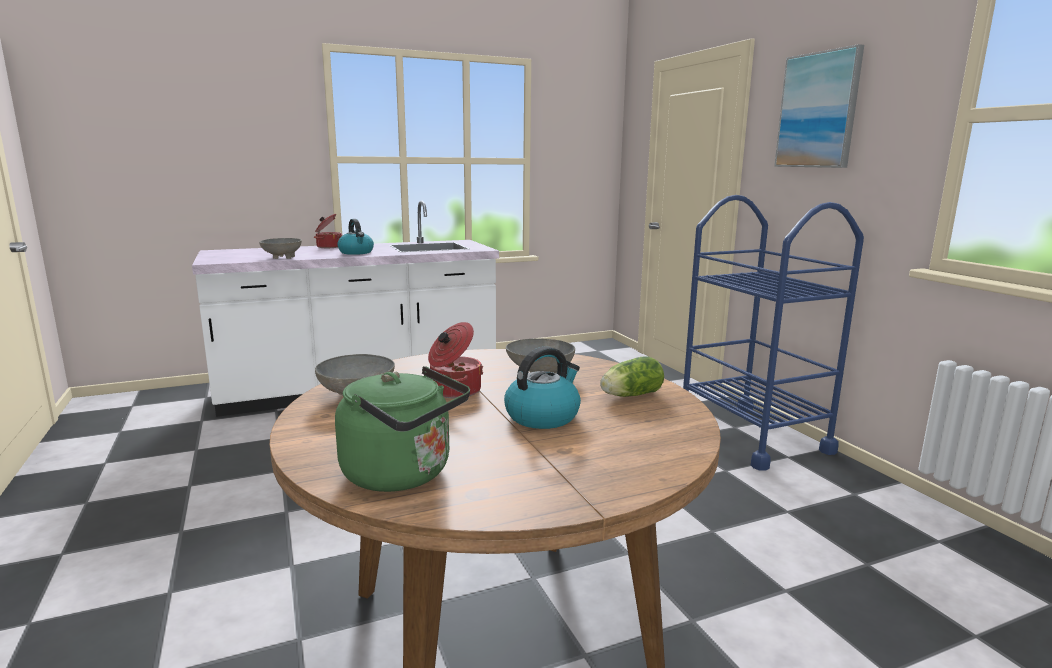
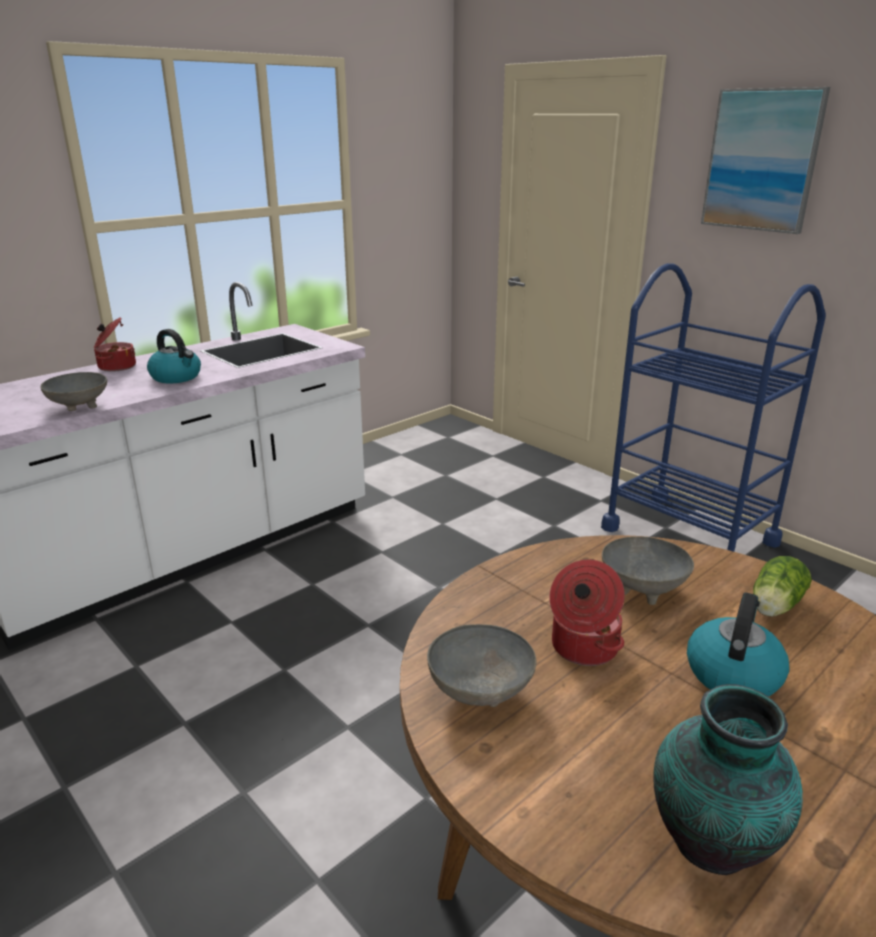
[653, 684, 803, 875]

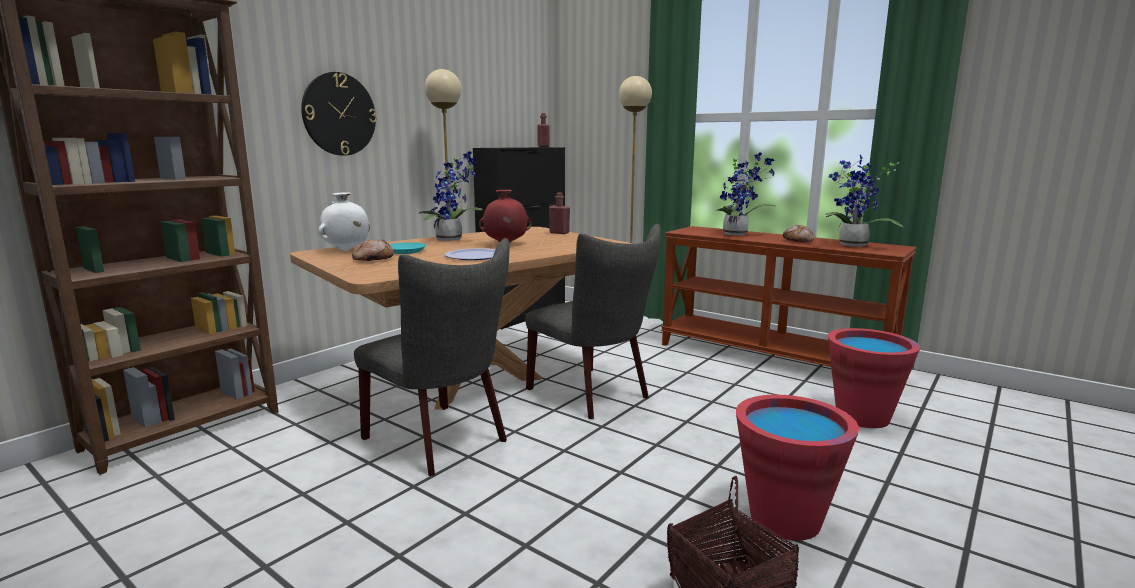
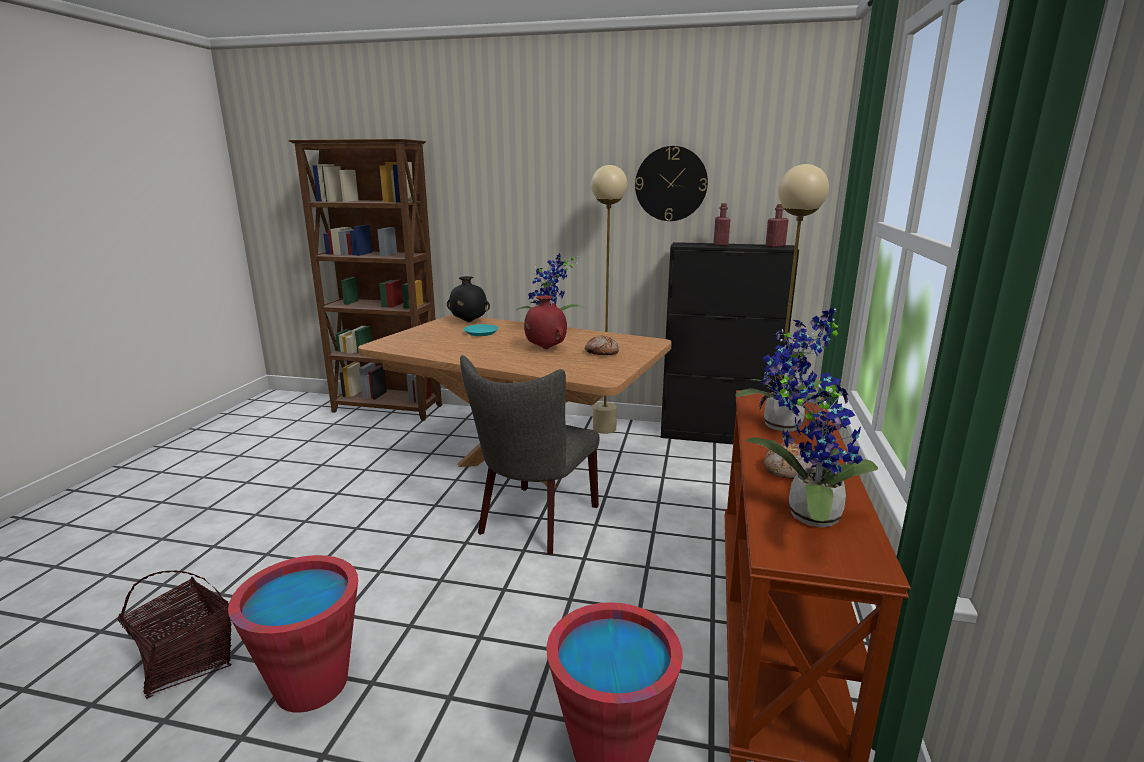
[354, 238, 509, 476] (first image)
[445, 248, 495, 260] (first image)
[635, 146, 708, 221]
[585, 336, 619, 355]
[714, 203, 730, 246]
[447, 276, 490, 322]

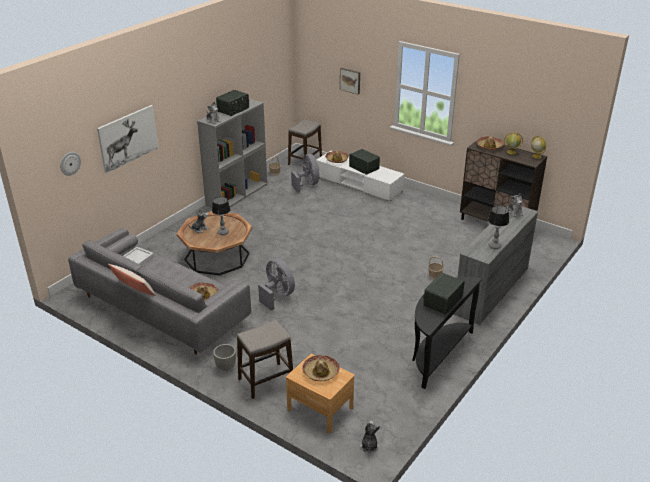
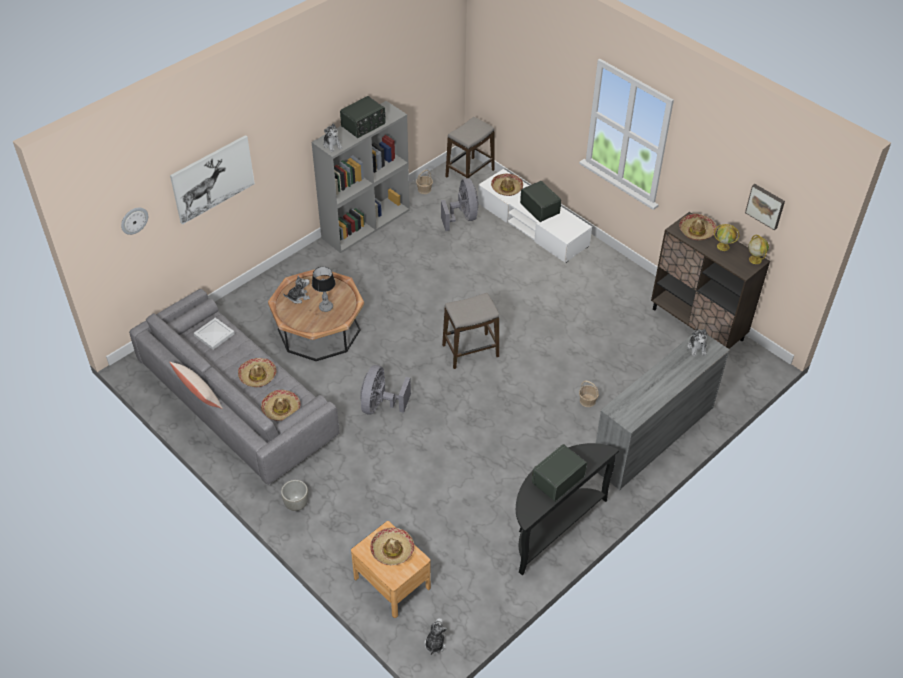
[488, 206, 509, 249] (first image)
[238, 358, 277, 387]
[442, 293, 499, 369]
[745, 184, 785, 230]
[360, 365, 411, 415]

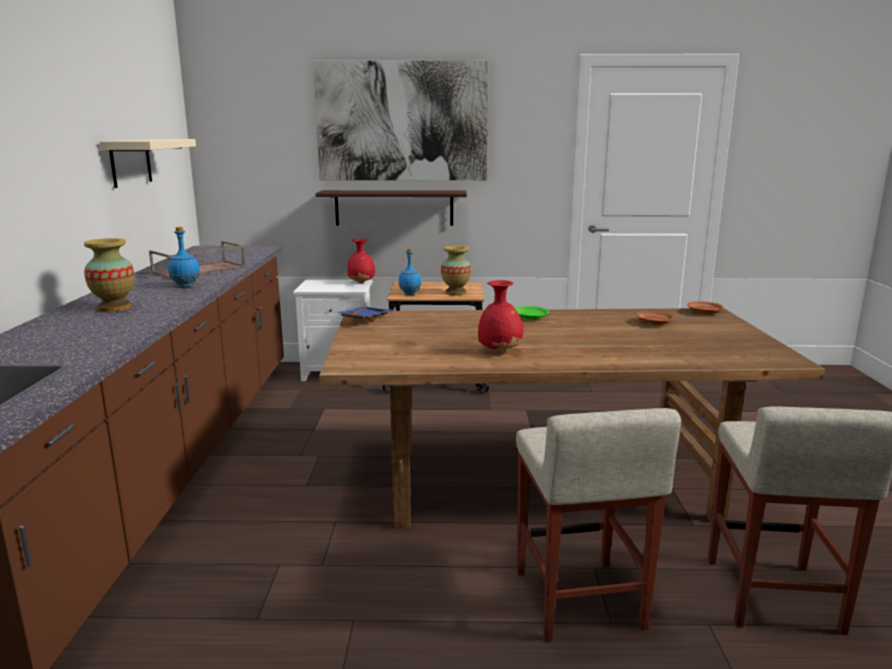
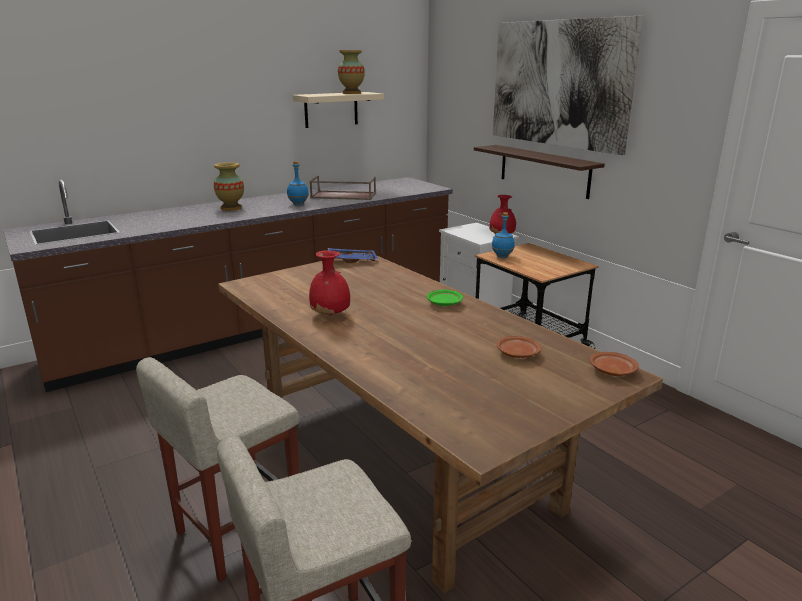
[338, 50, 365, 94]

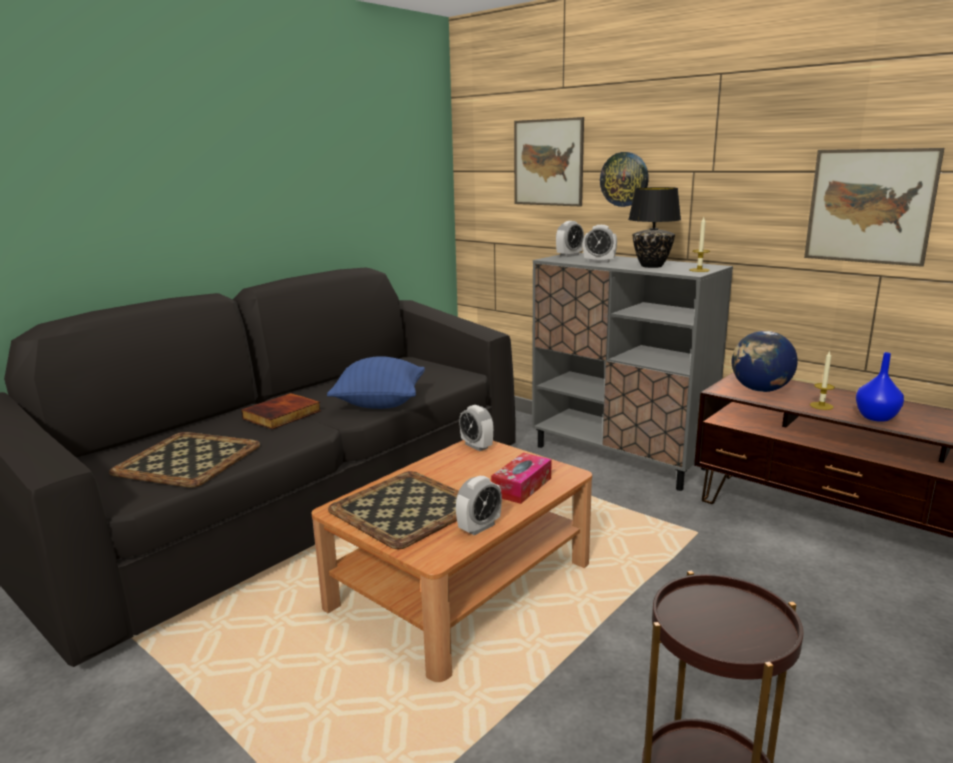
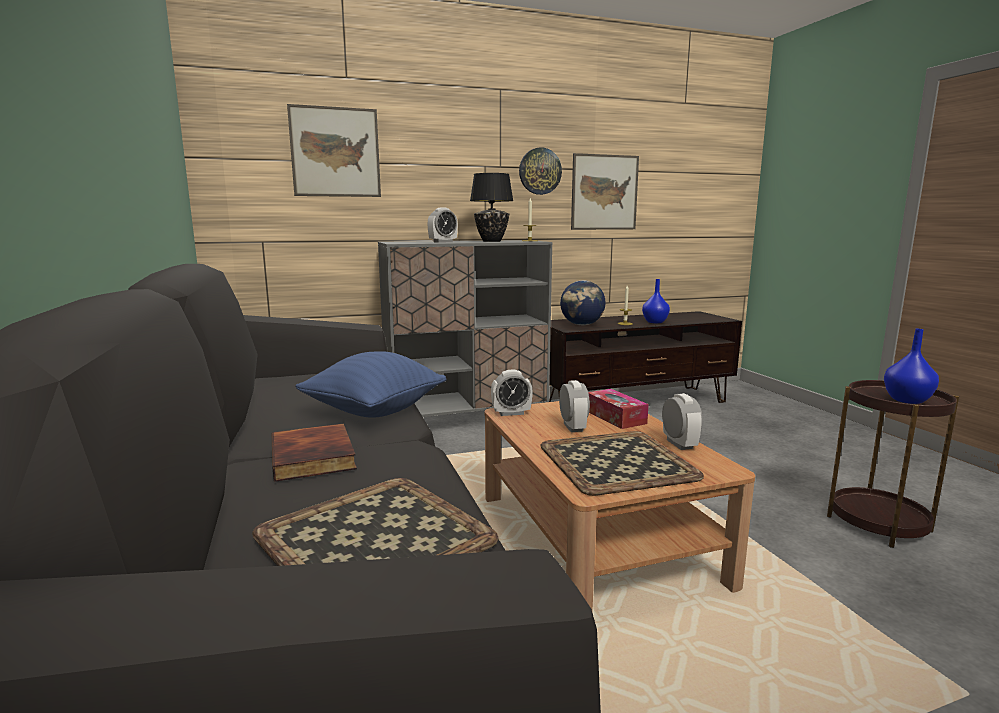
[884, 329, 939, 404]
[559, 380, 590, 432]
[519, 147, 562, 195]

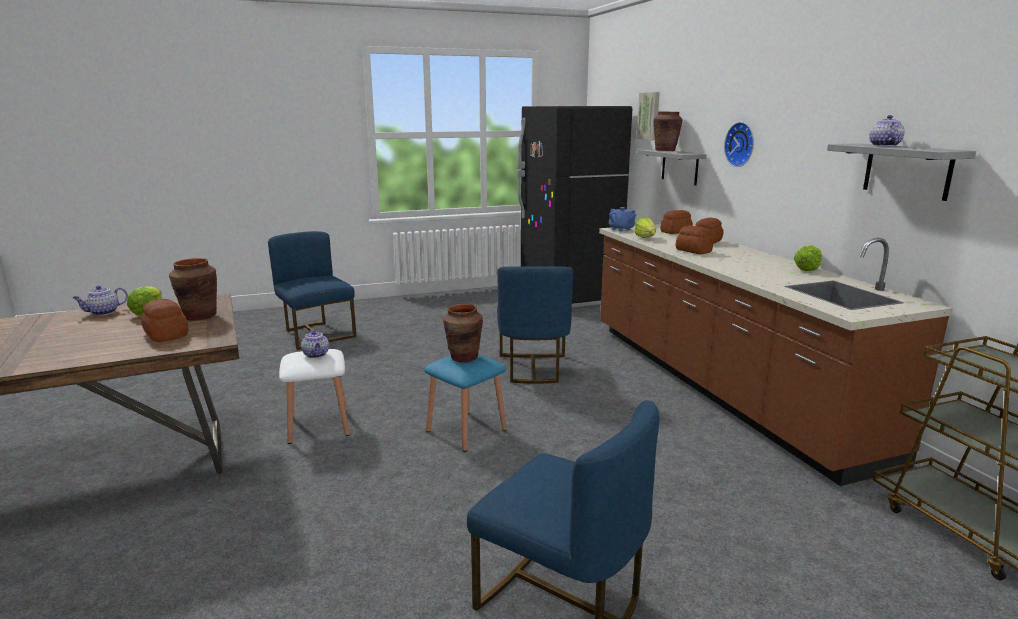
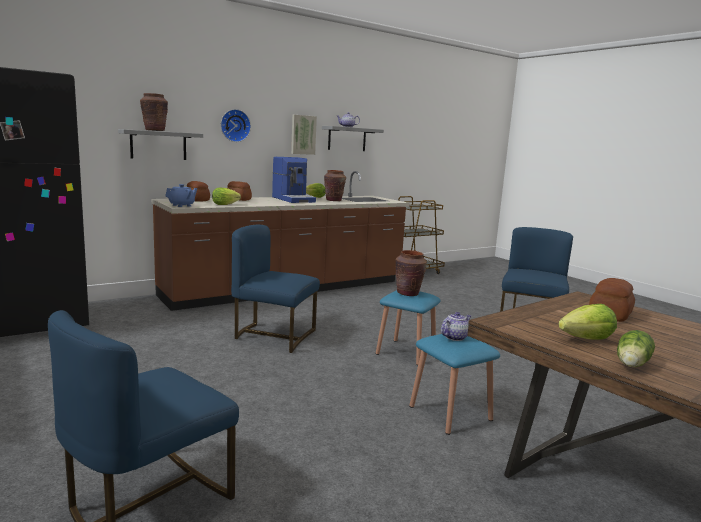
[676, 225, 713, 254] (first image)
[272, 157, 316, 203]
[324, 170, 346, 201]
[291, 115, 317, 155]
[617, 330, 655, 367]
[409, 334, 500, 435]
[231, 225, 320, 353]

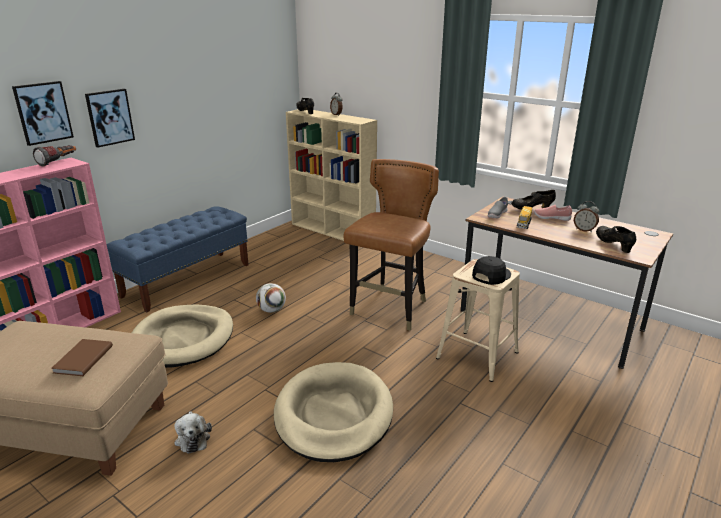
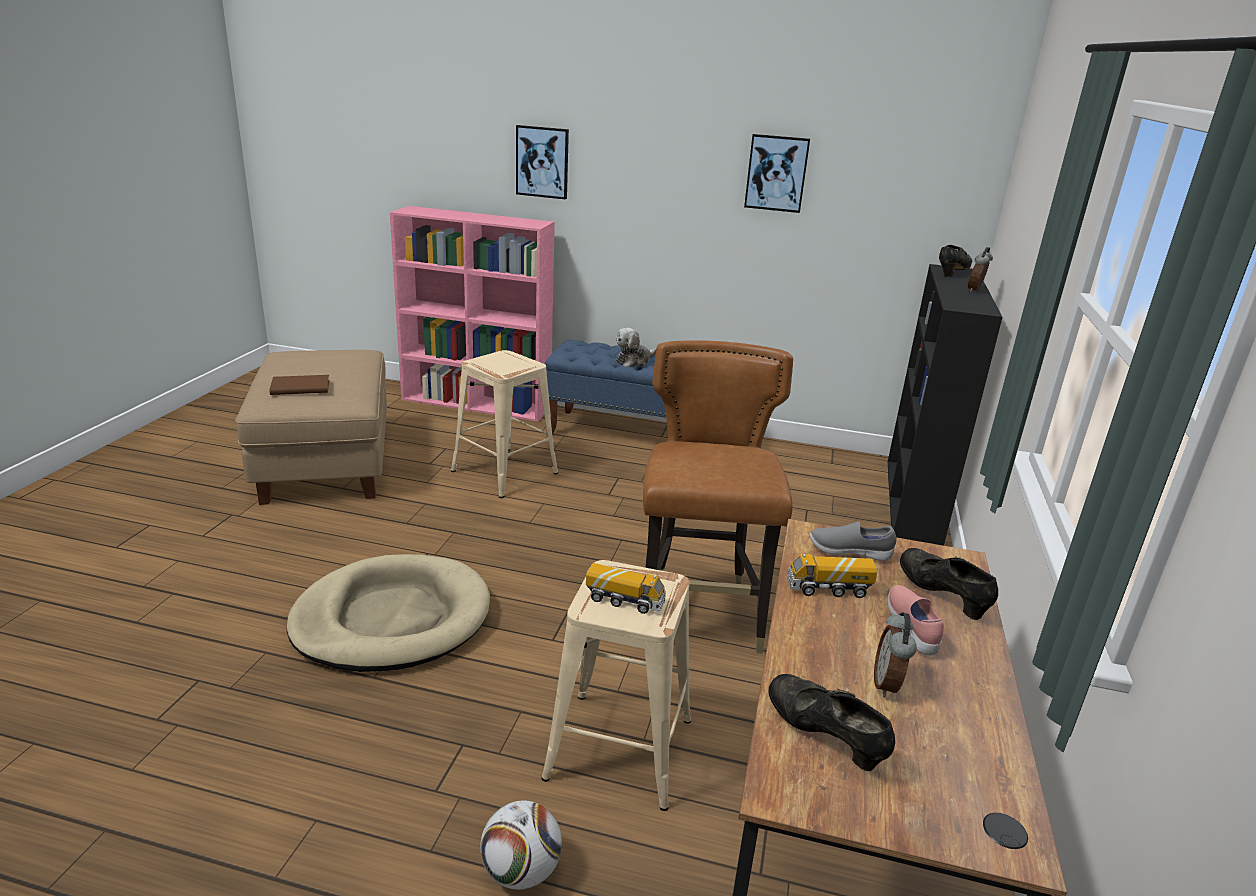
[33, 145, 76, 167] (first image)
[744, 134, 810, 213]
[616, 328, 656, 368]
[480, 800, 562, 890]
[451, 350, 558, 498]
[586, 563, 666, 614]
[888, 264, 1002, 546]
[643, 340, 793, 654]
[769, 674, 895, 771]

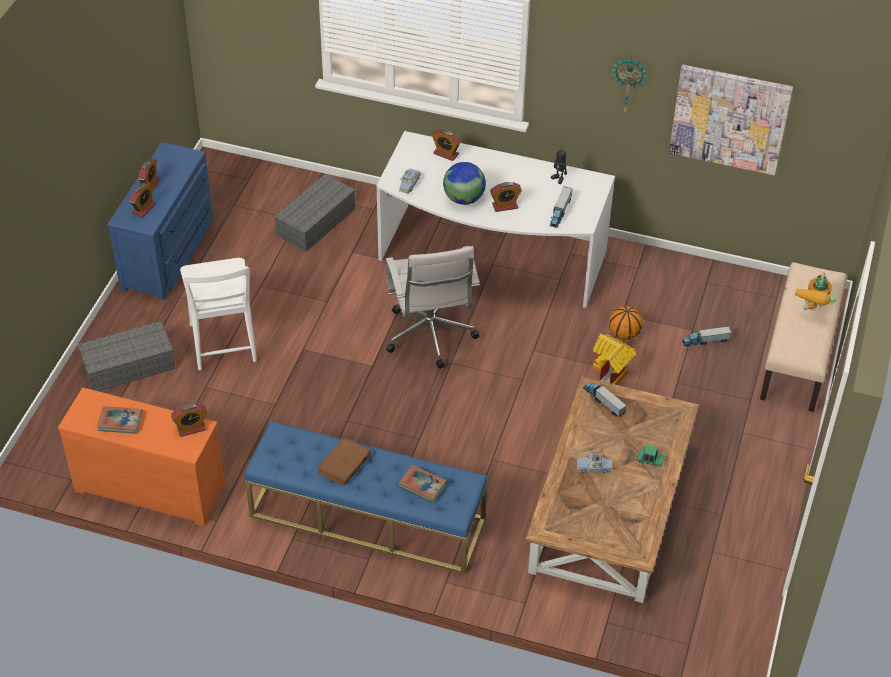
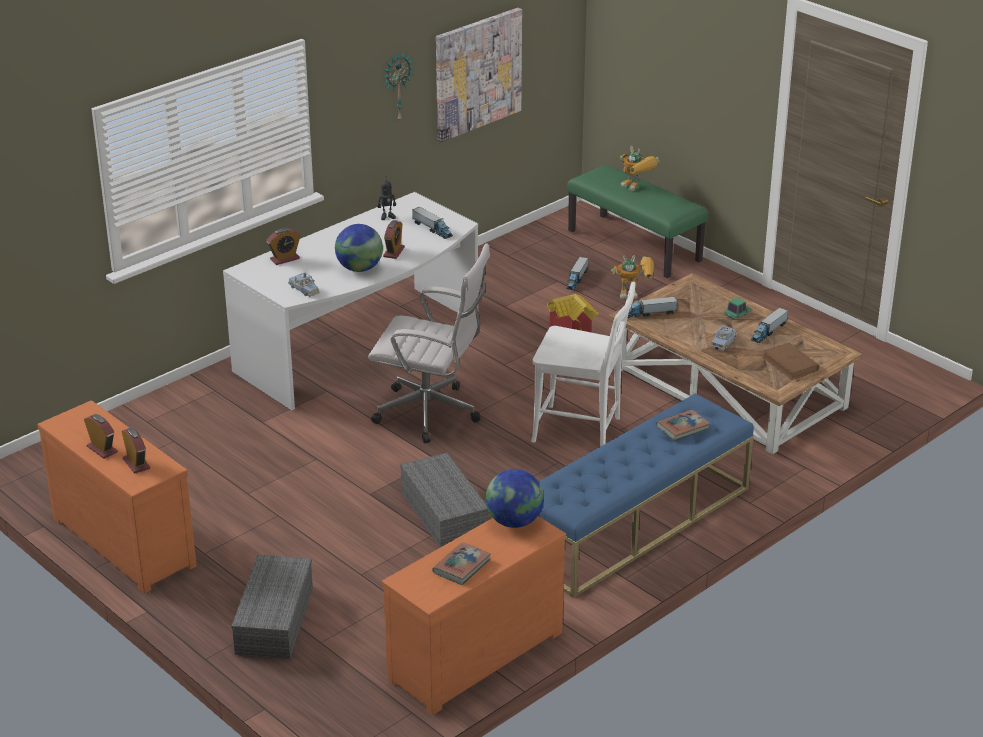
[609, 306, 643, 340] (first image)
[611, 255, 654, 299]
[751, 307, 789, 343]
[531, 282, 635, 447]
[400, 452, 488, 547]
[762, 343, 819, 380]
[485, 469, 544, 528]
[37, 400, 197, 593]
[567, 165, 708, 278]

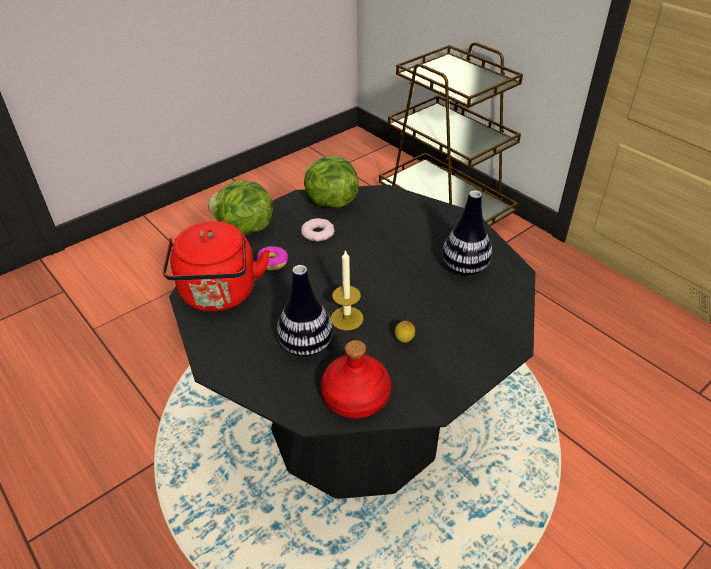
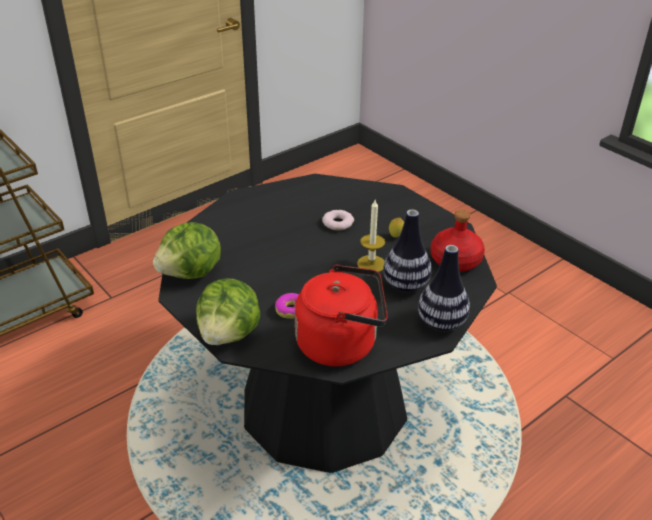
[322, 210, 354, 230]
[418, 245, 470, 331]

